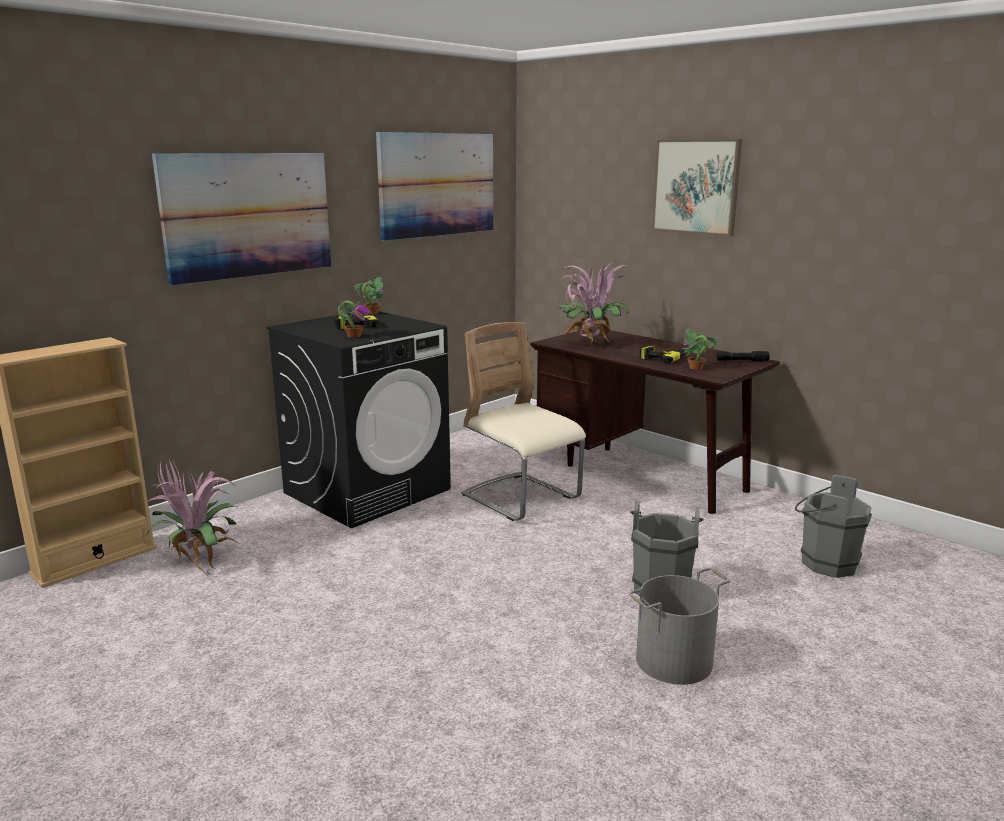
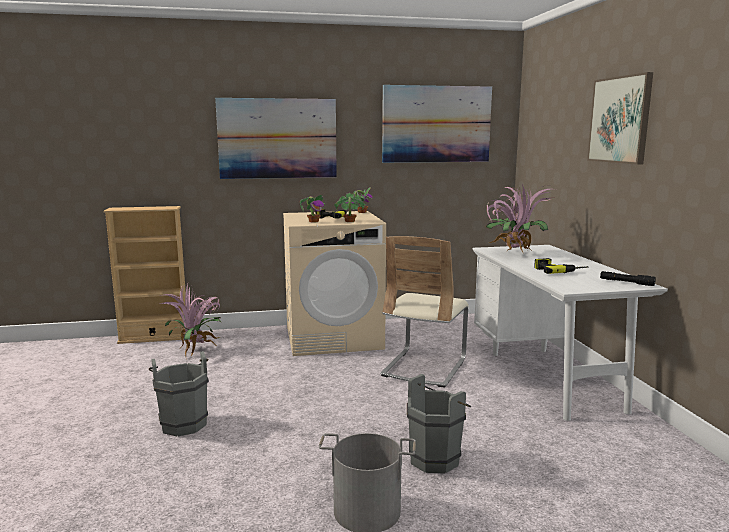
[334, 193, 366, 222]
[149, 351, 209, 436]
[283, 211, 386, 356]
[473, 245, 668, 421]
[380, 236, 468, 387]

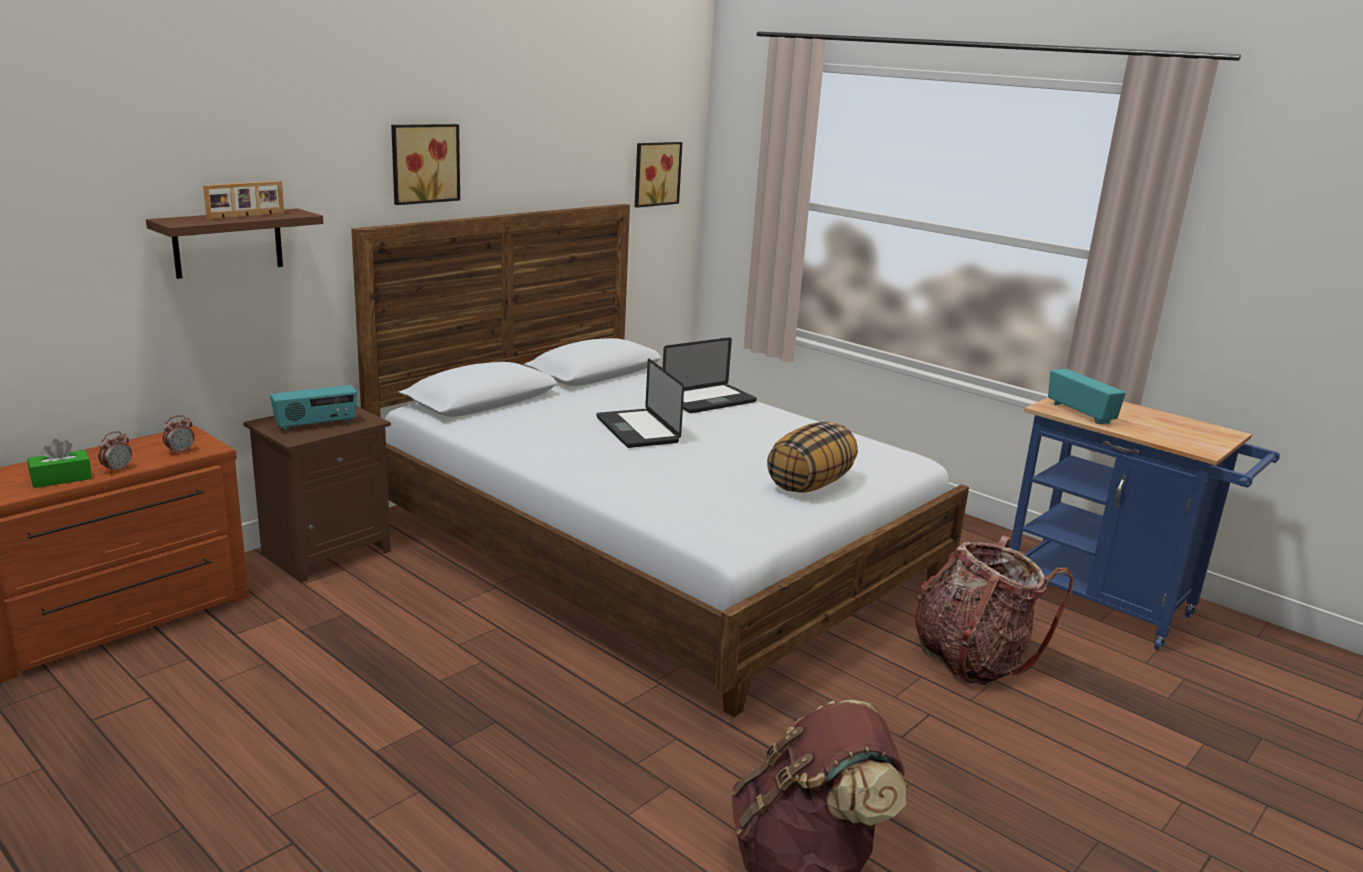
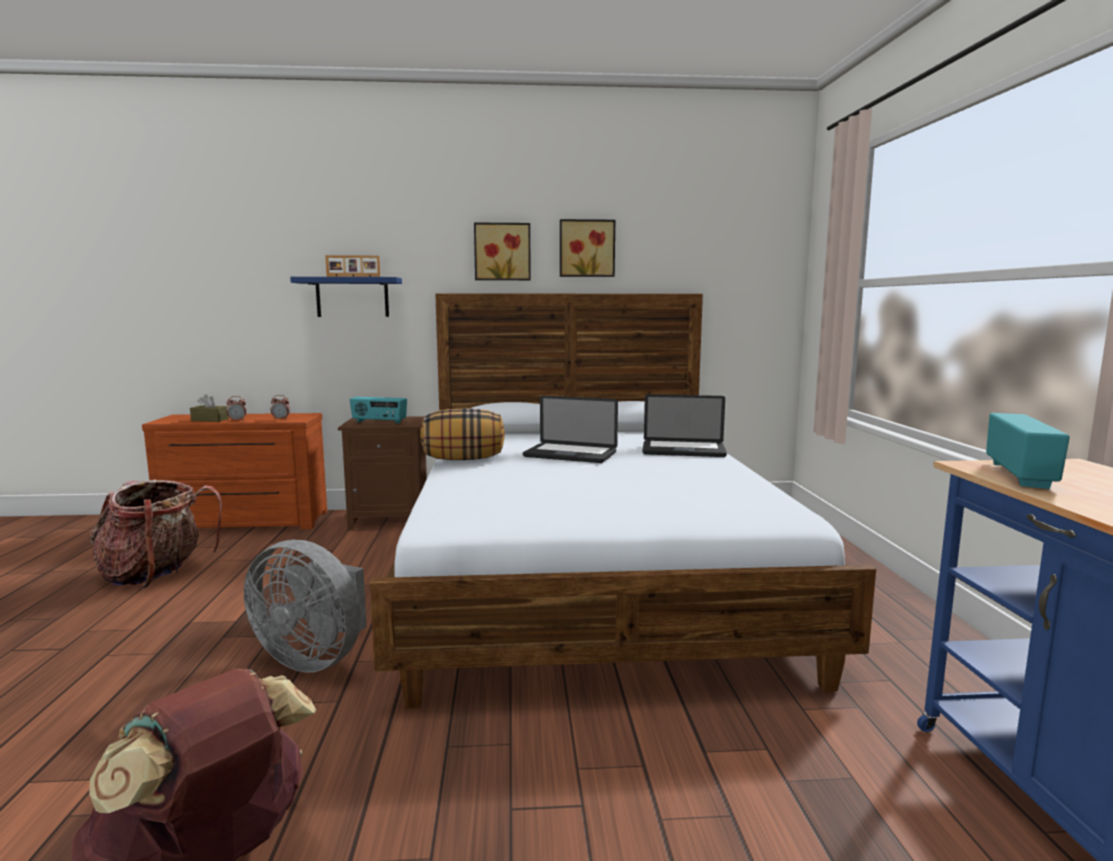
[244, 540, 367, 672]
[560, 219, 615, 277]
[420, 409, 505, 460]
[89, 479, 222, 589]
[190, 394, 229, 422]
[290, 277, 402, 317]
[523, 396, 618, 463]

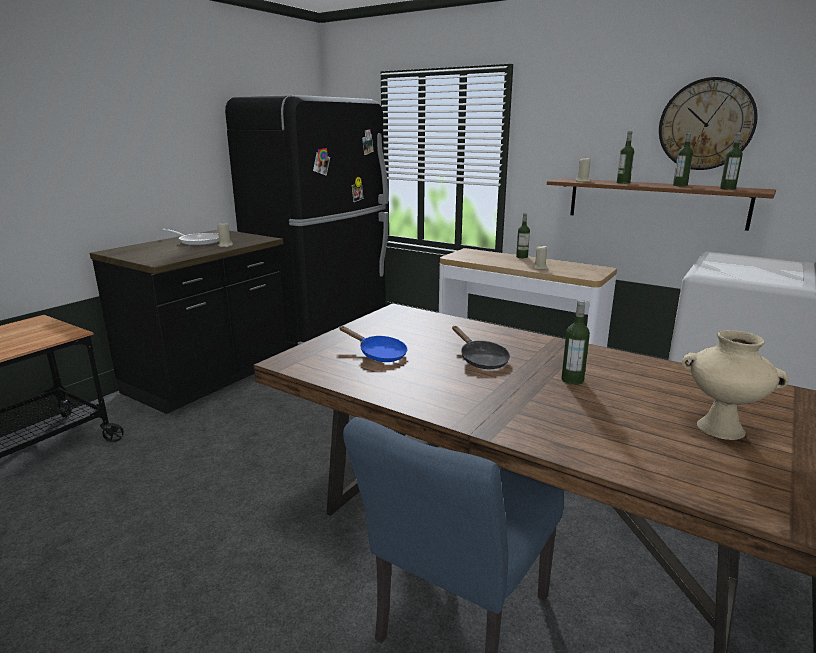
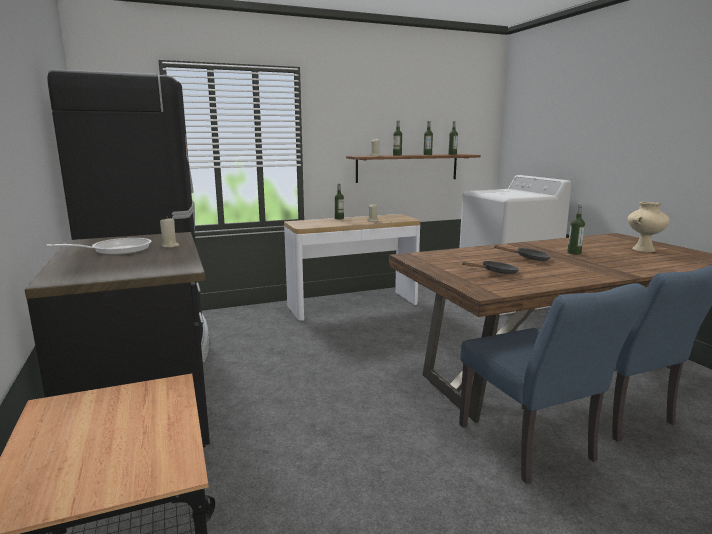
[659, 77, 758, 170] (first image)
[459, 283, 648, 484]
[462, 261, 519, 274]

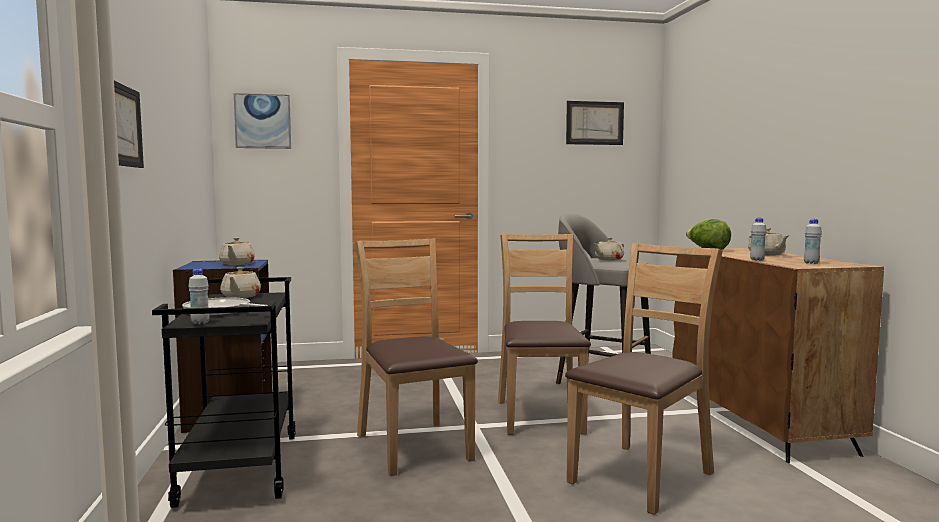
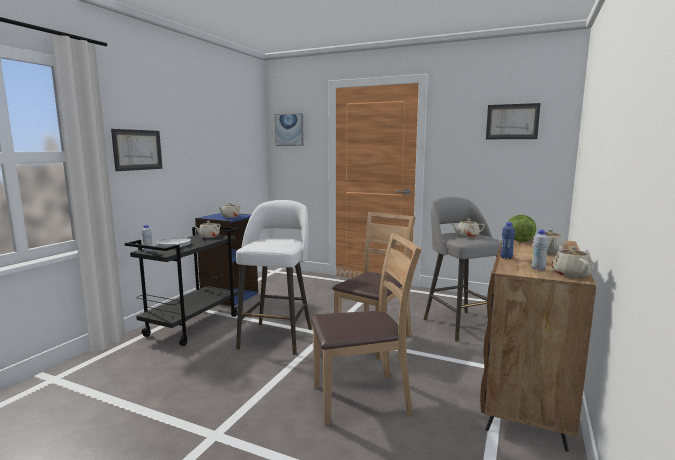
[551, 245, 594, 278]
[236, 200, 312, 355]
[501, 222, 515, 259]

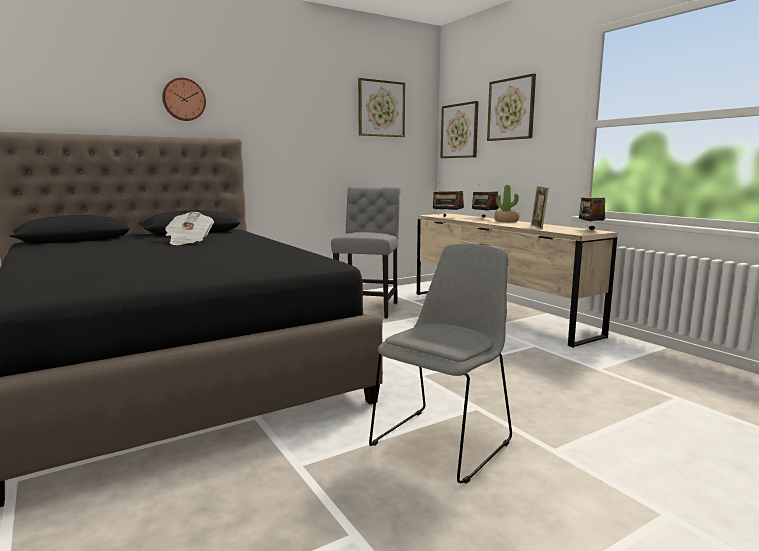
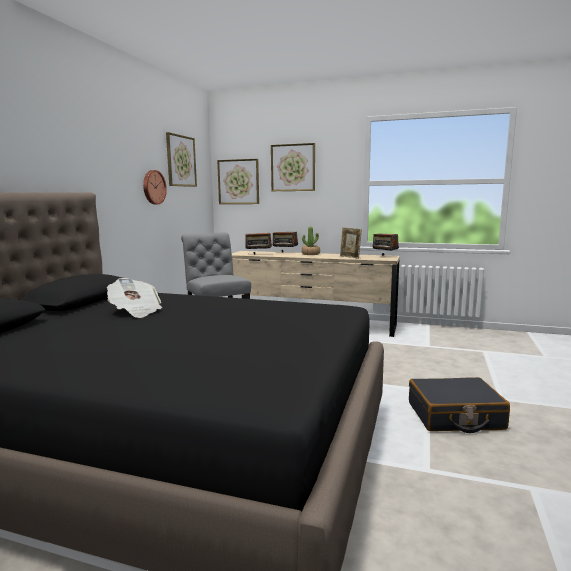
[143, 170, 167, 204]
[409, 377, 510, 433]

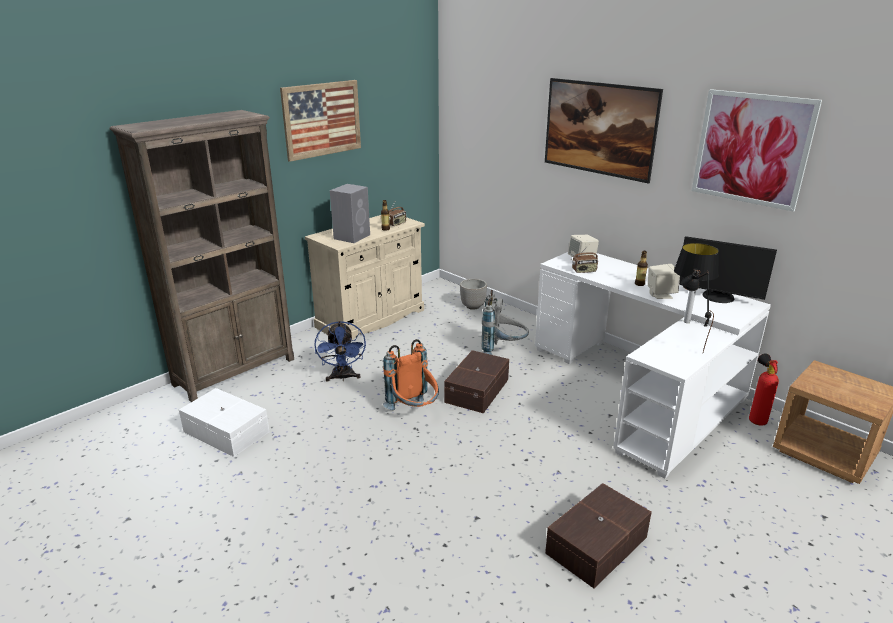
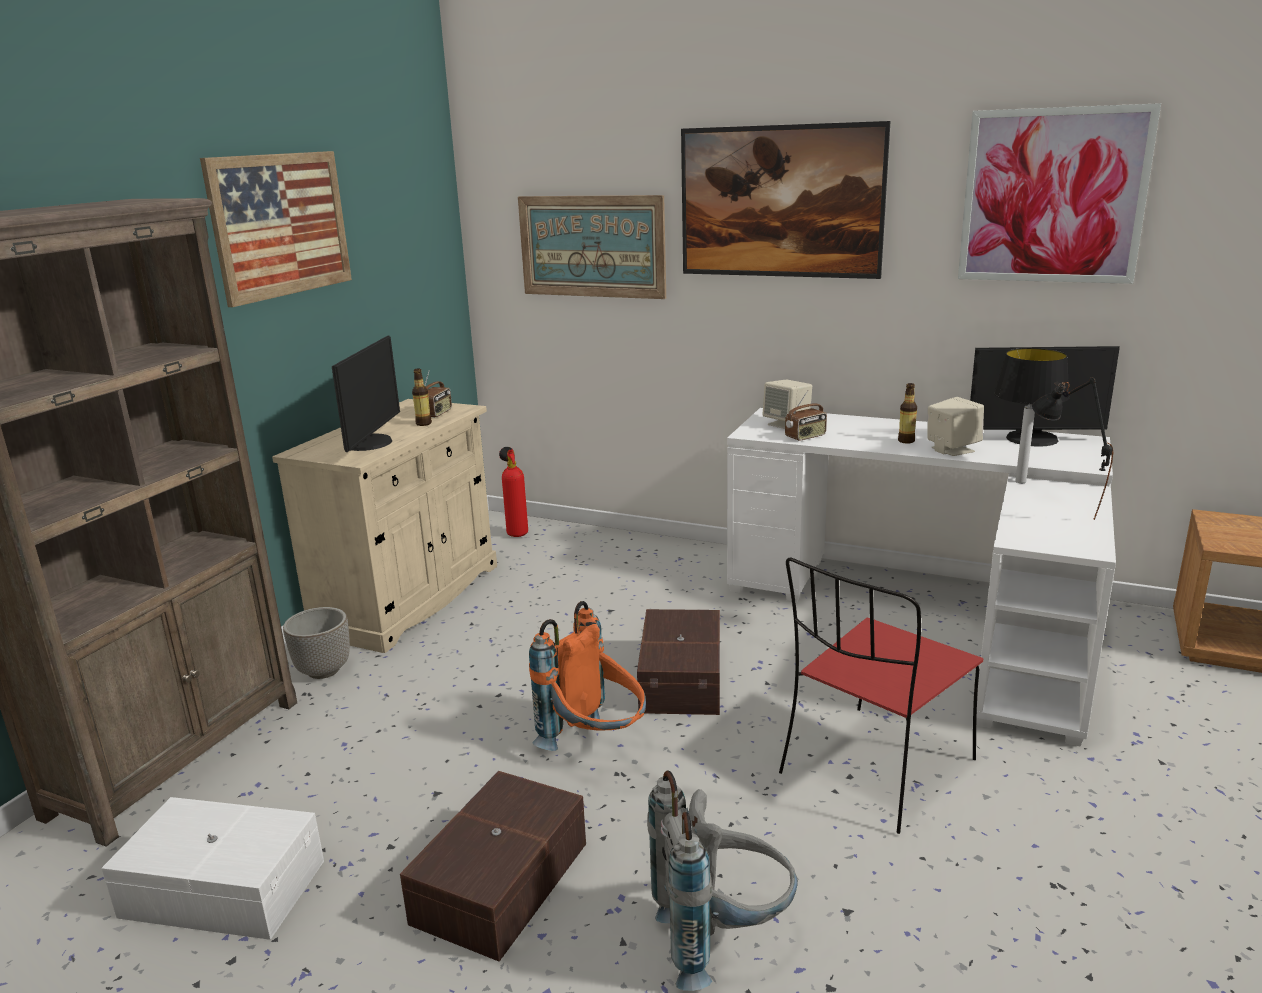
[315, 321, 366, 382] (first image)
[518, 195, 666, 299]
[779, 557, 983, 834]
[283, 607, 350, 679]
[647, 771, 798, 991]
[400, 771, 586, 962]
[499, 447, 528, 537]
[332, 336, 400, 452]

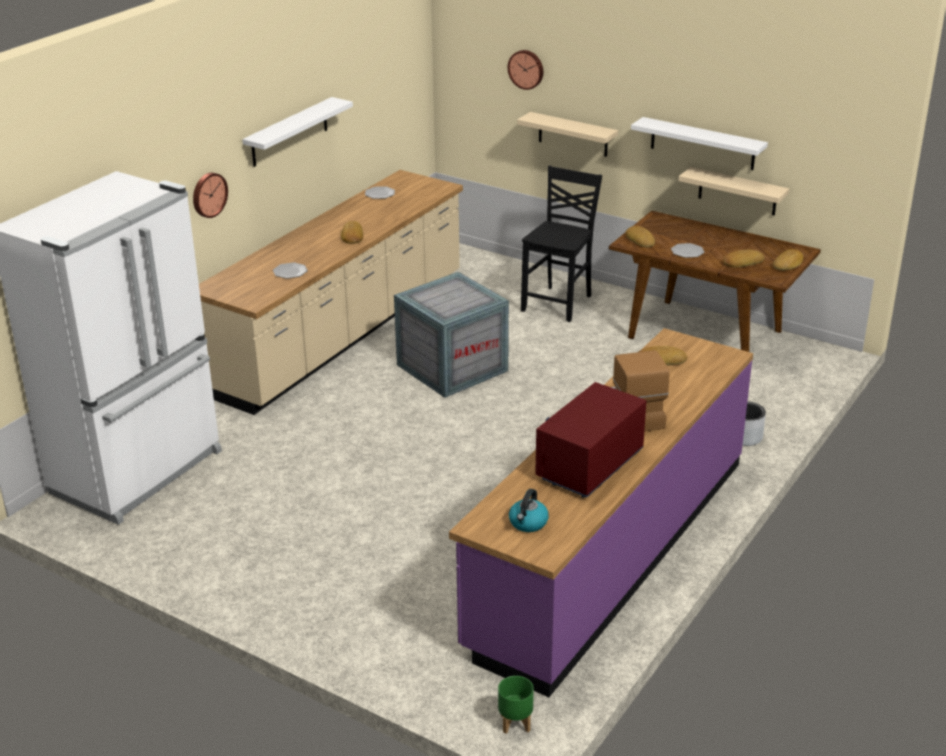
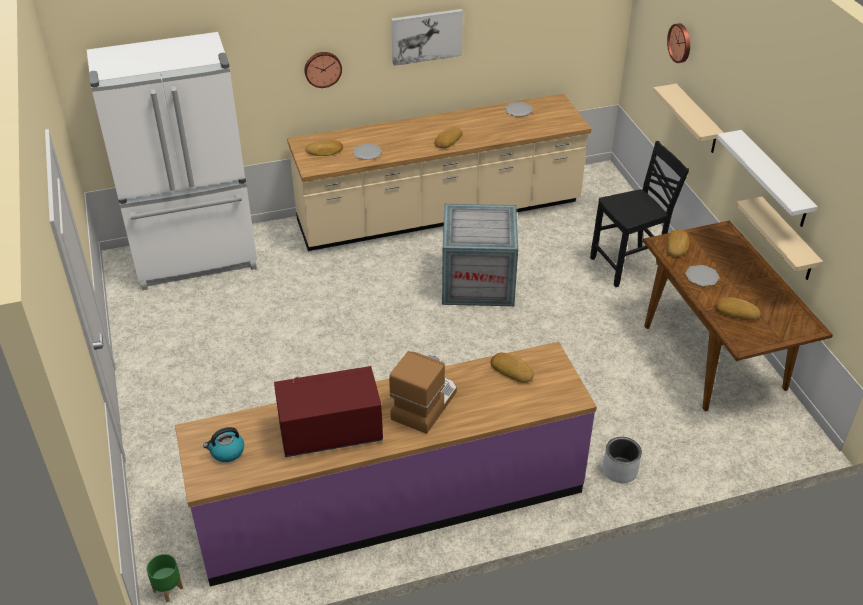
[305, 140, 343, 156]
[391, 9, 463, 66]

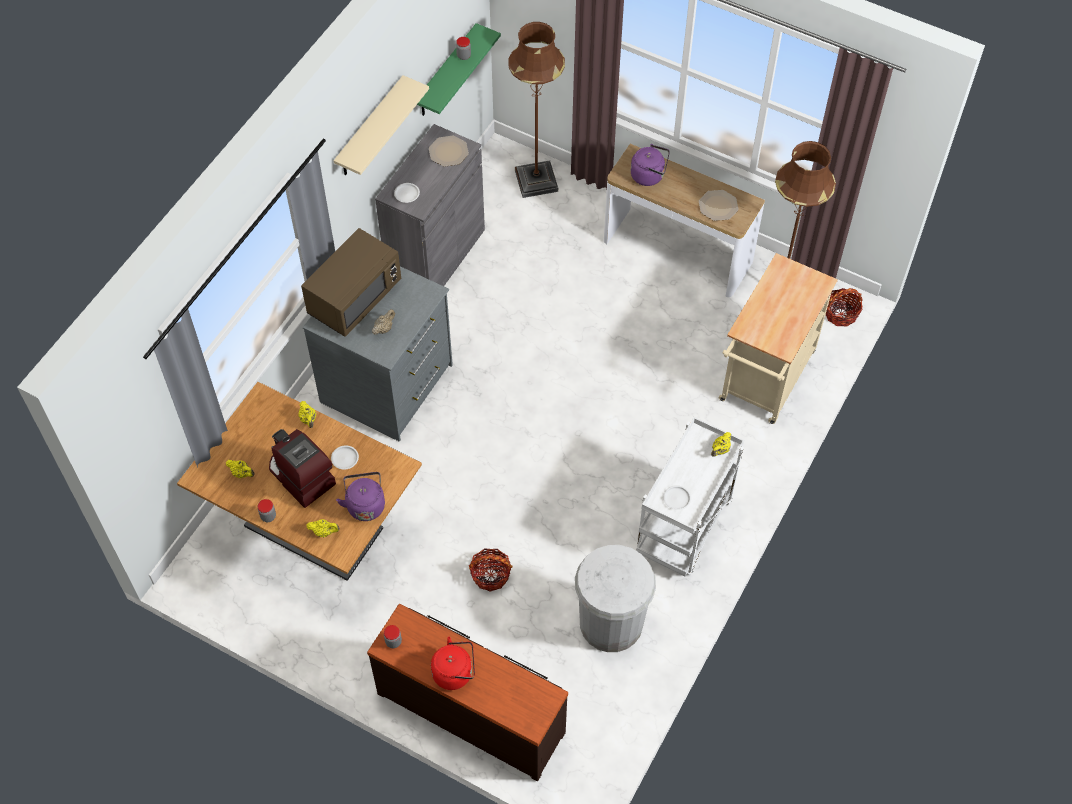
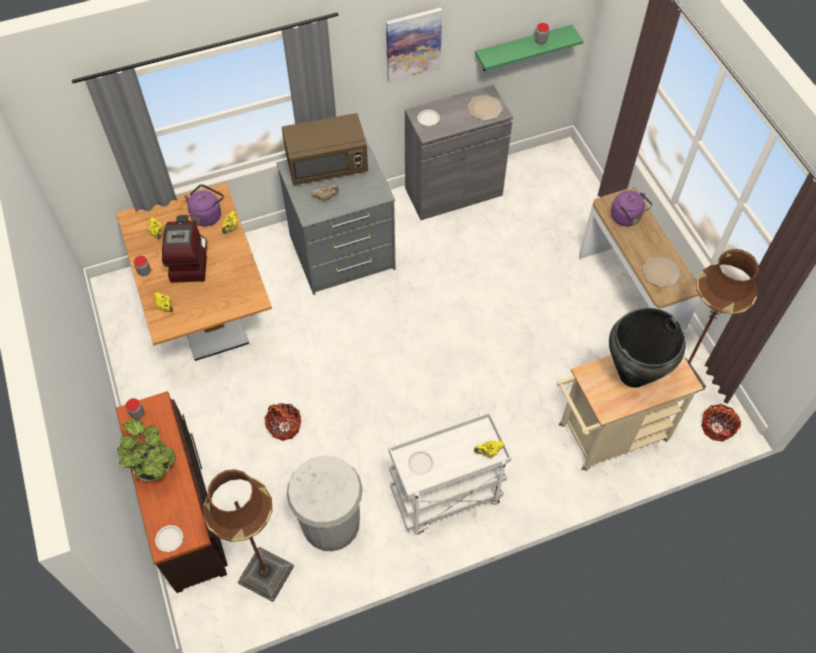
[609, 308, 686, 388]
[155, 525, 183, 552]
[185, 184, 224, 226]
[203, 469, 294, 602]
[386, 7, 443, 83]
[117, 419, 176, 481]

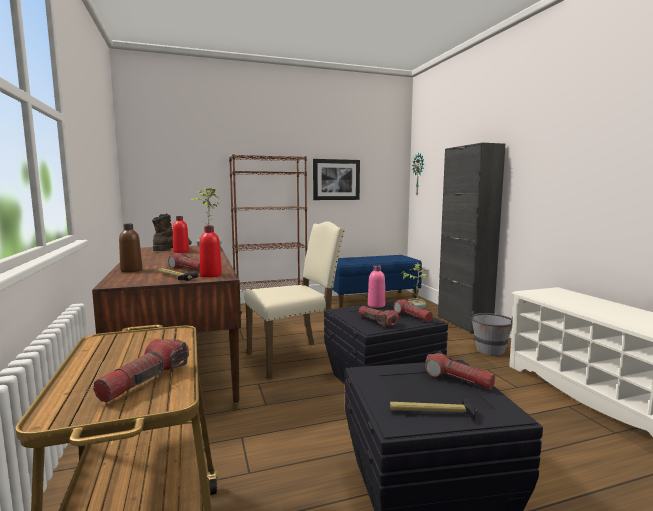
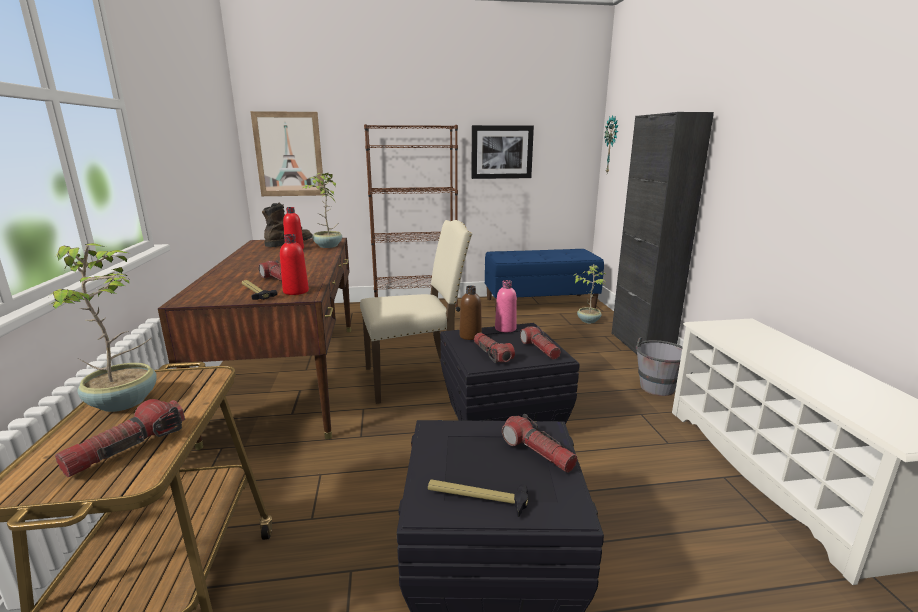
[51, 243, 157, 412]
[250, 111, 325, 196]
[459, 286, 482, 340]

